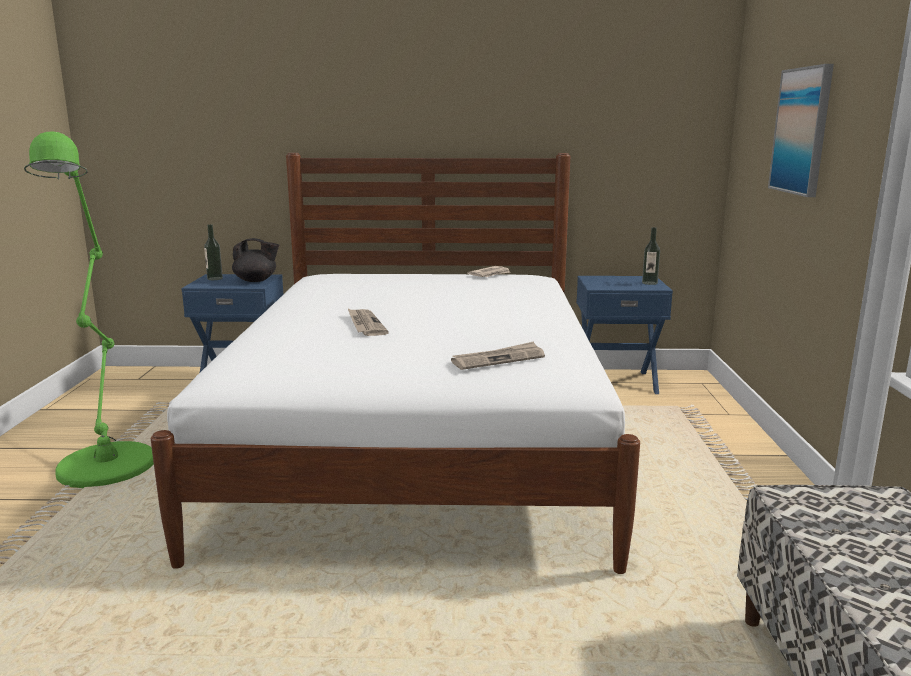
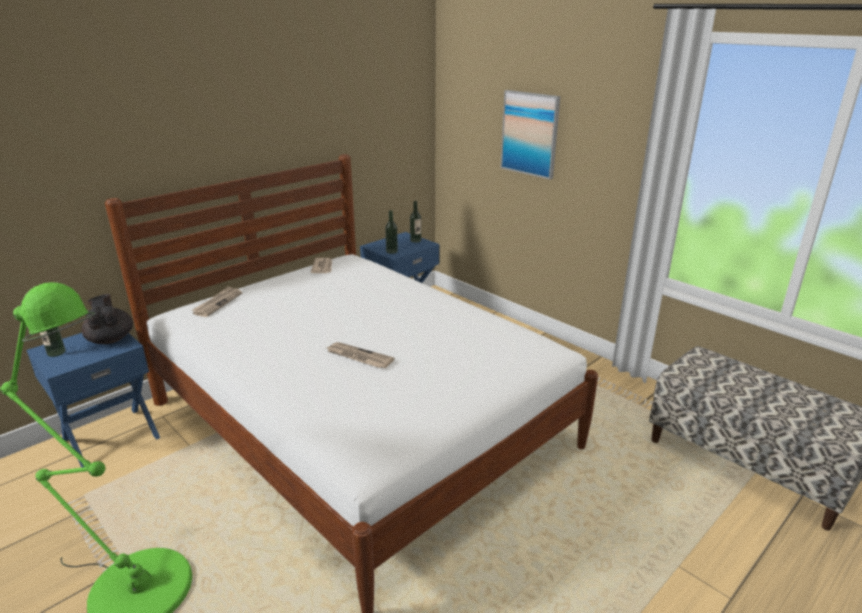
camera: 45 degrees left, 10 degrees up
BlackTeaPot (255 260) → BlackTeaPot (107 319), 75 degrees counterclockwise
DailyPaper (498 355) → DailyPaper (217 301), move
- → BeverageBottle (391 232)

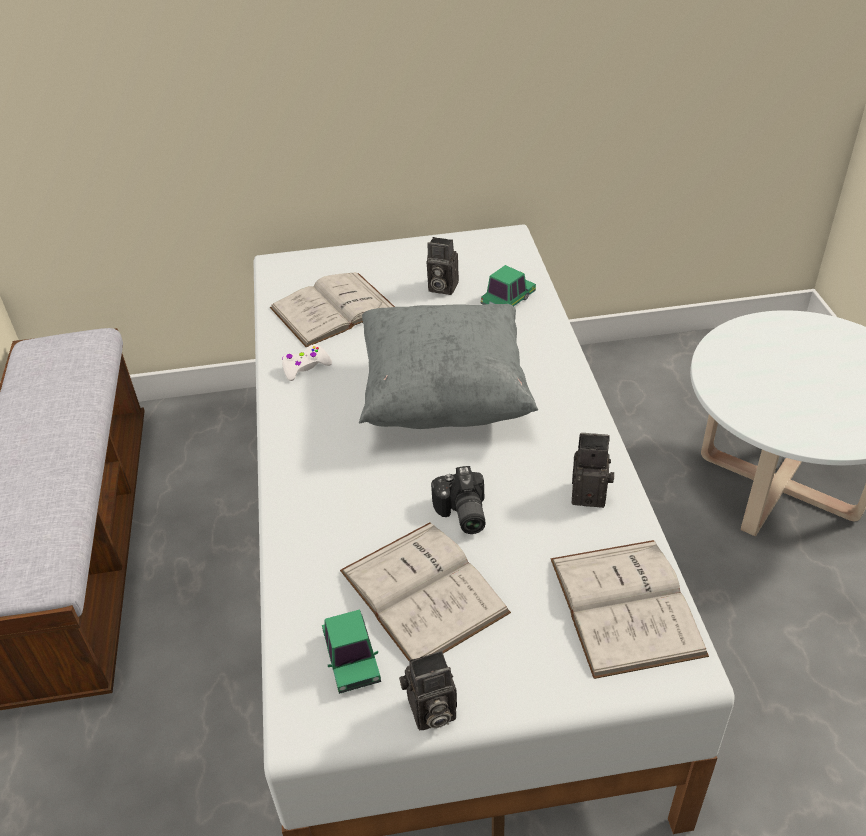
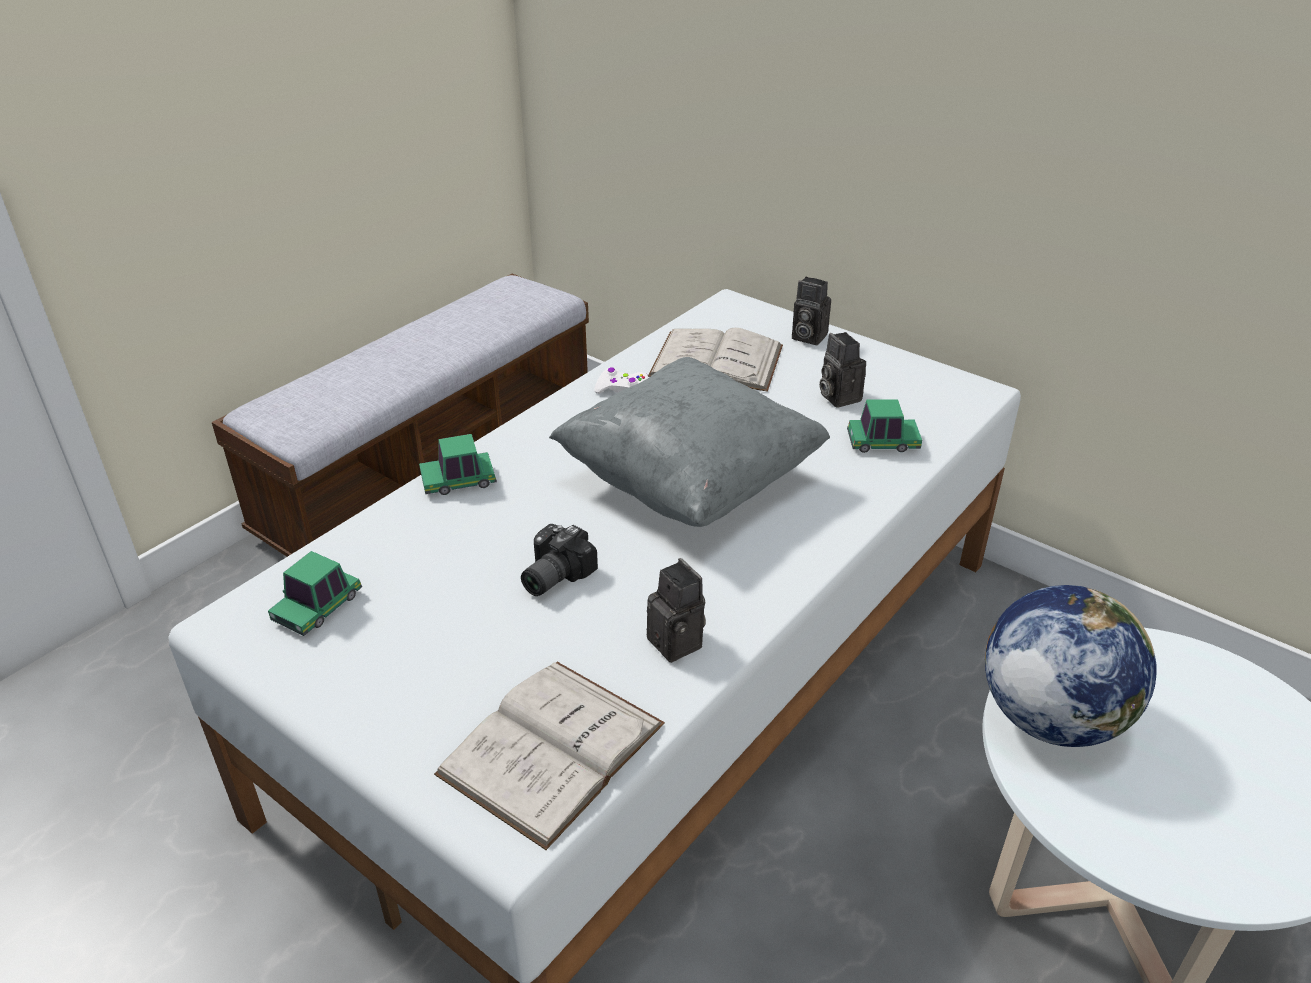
camera: 45 degrees right, 5 degrees down
WhitishBoundBook (425 591) → -
PhotoCamera (428 691) → PhotoCamera (811 311), move
- → ModelCar (458 464)
- → DeskGlobe (1070 666)

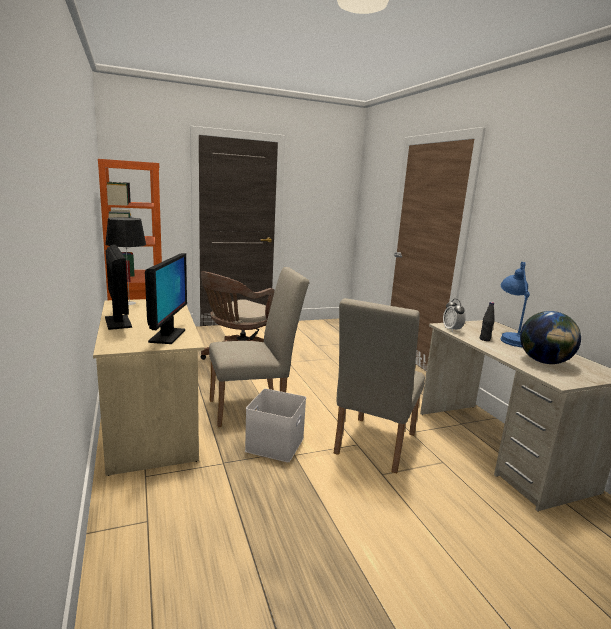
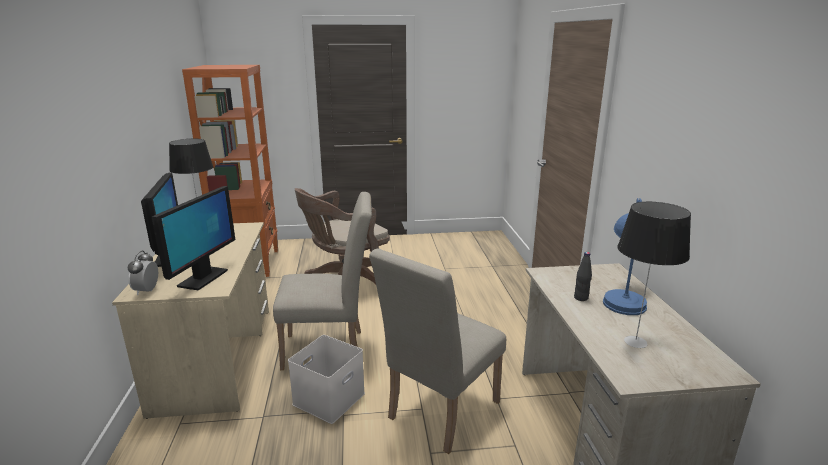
camera: 15 degrees right, 5 degrees up
BedsideClock (454 315) → BedsideClock (143 273), move
DeskGlobe (550 337) → TabletopLamp (654 275)

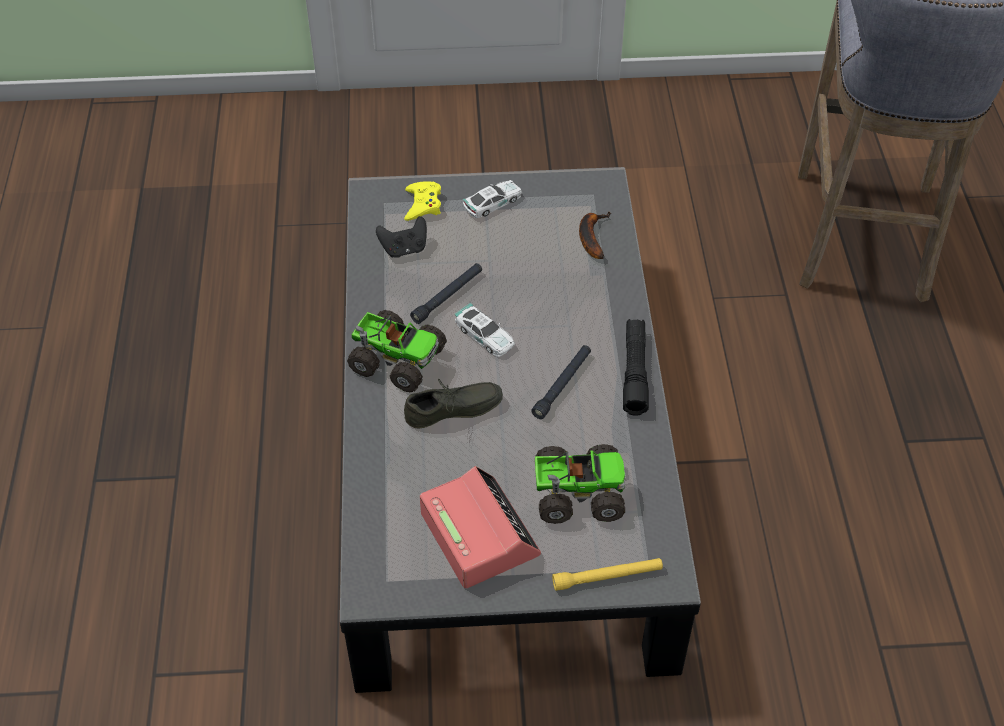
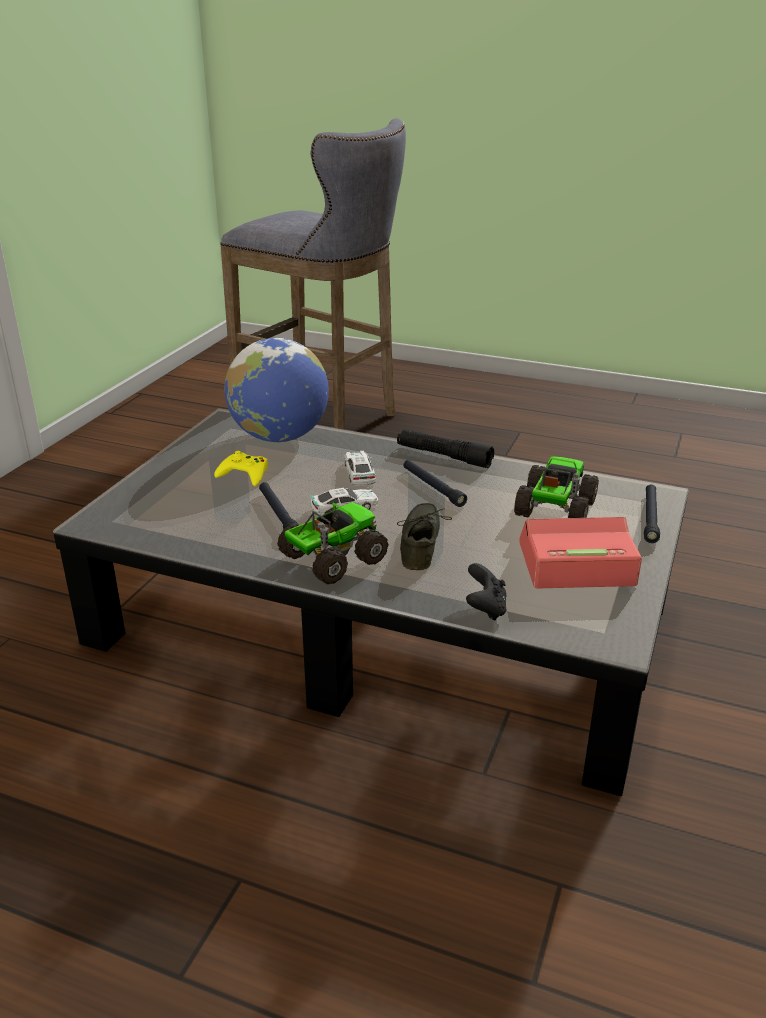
camera: 65 degrees left, 20 degrees down
BlackJoypad (401 237) → BlackJoypad (486 592), move
YellowJoypad (422 201) → YellowJoypad (241 468), move
ModelCar (492 199) → ModelCar (360 468), move
YellowFlashlight (607 574) → BlackFlashlight (652 513)
Banana (595 235) → DeskGlobe (276 390)

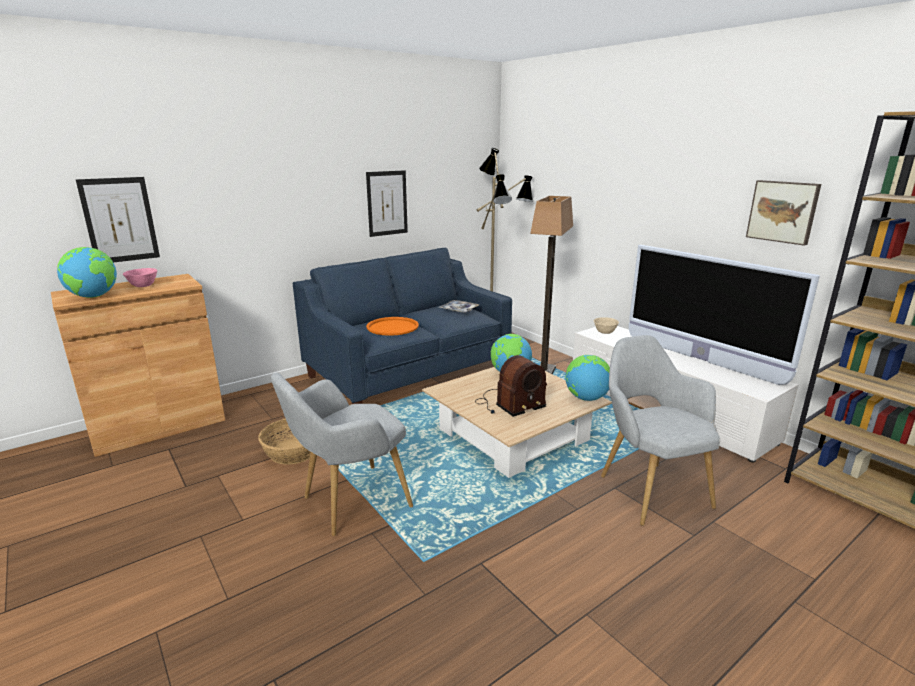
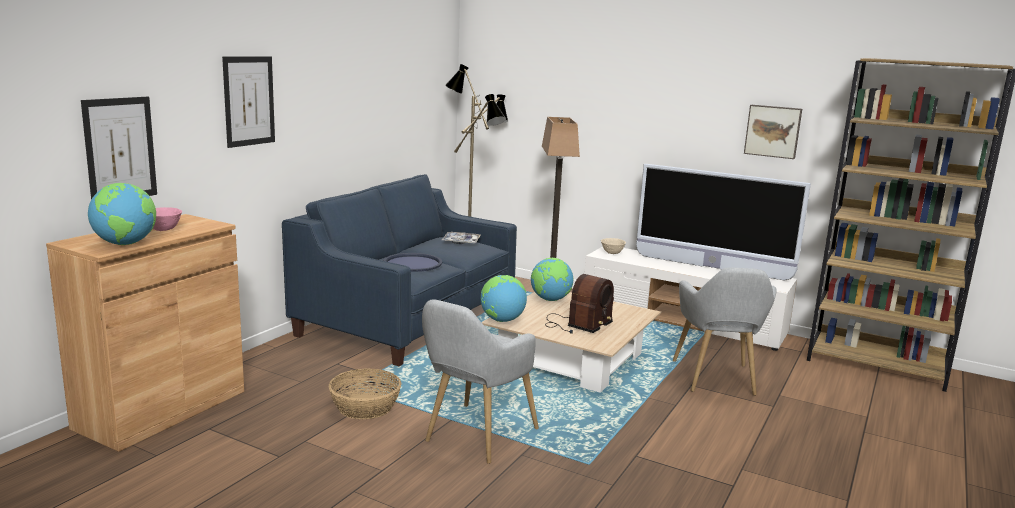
camera: 25 degrees left, 5 degrees down
Picture (387 203) → Picture (248 102), move
OrangeColouredTray (392 326) → BluishTray (412 262)
DeskGlobe (588 378) → DeskGlobe (504 298), move
GreyLoungeChair (660 430) → GreyLoungeChair (725 331), 135 degrees counterclockwise

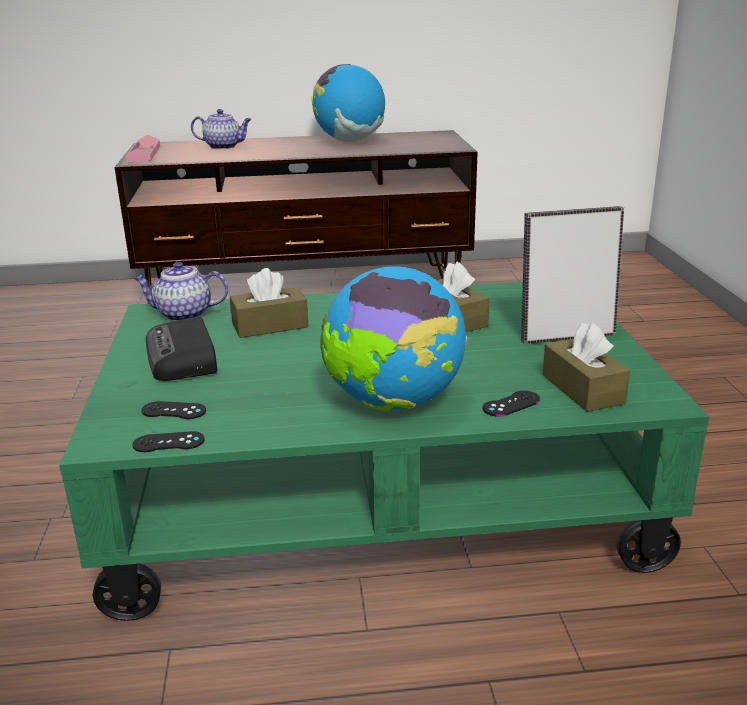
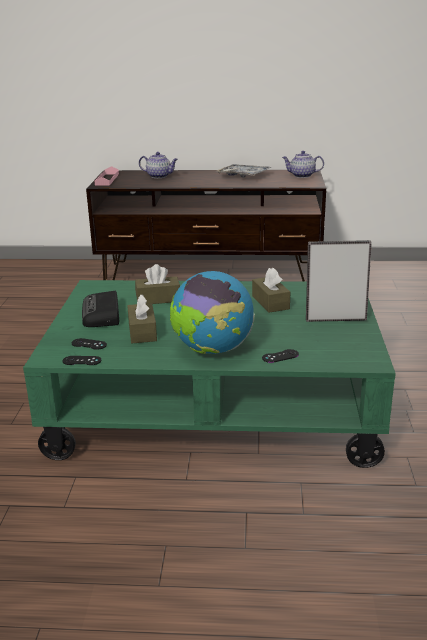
camera: 10 degrees right, 0 degrees up
TeaPot (180 291) → TeaPot (303 164), move
DeskGlobe (348 103) → Tray (244 171)
BrownColouredBoxOfTissues (586 367) → BrownColouredBoxOfTissues (142 318), move

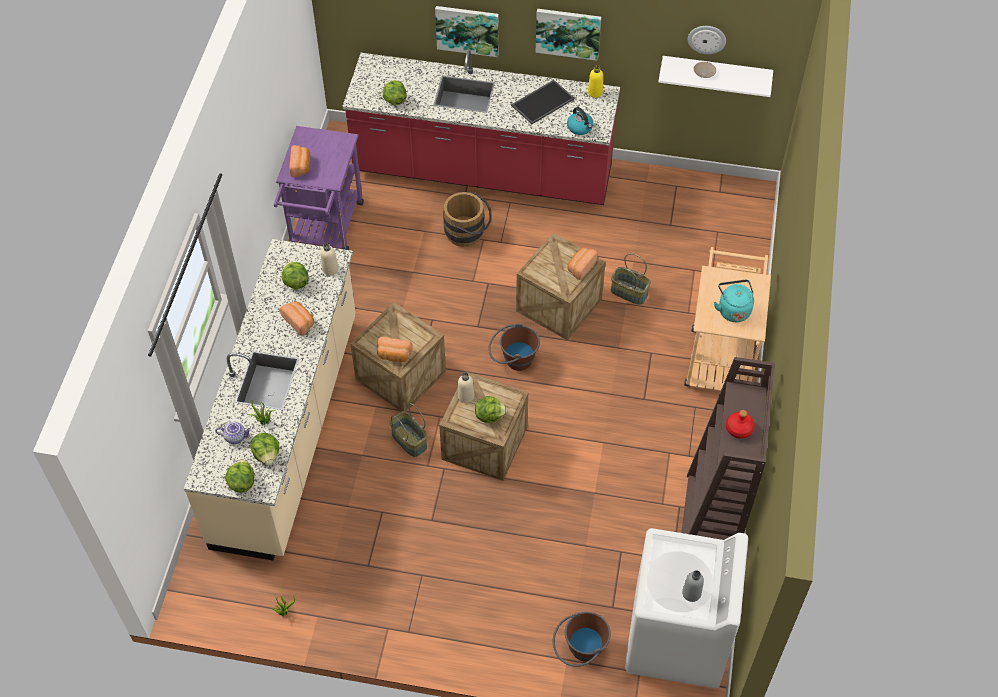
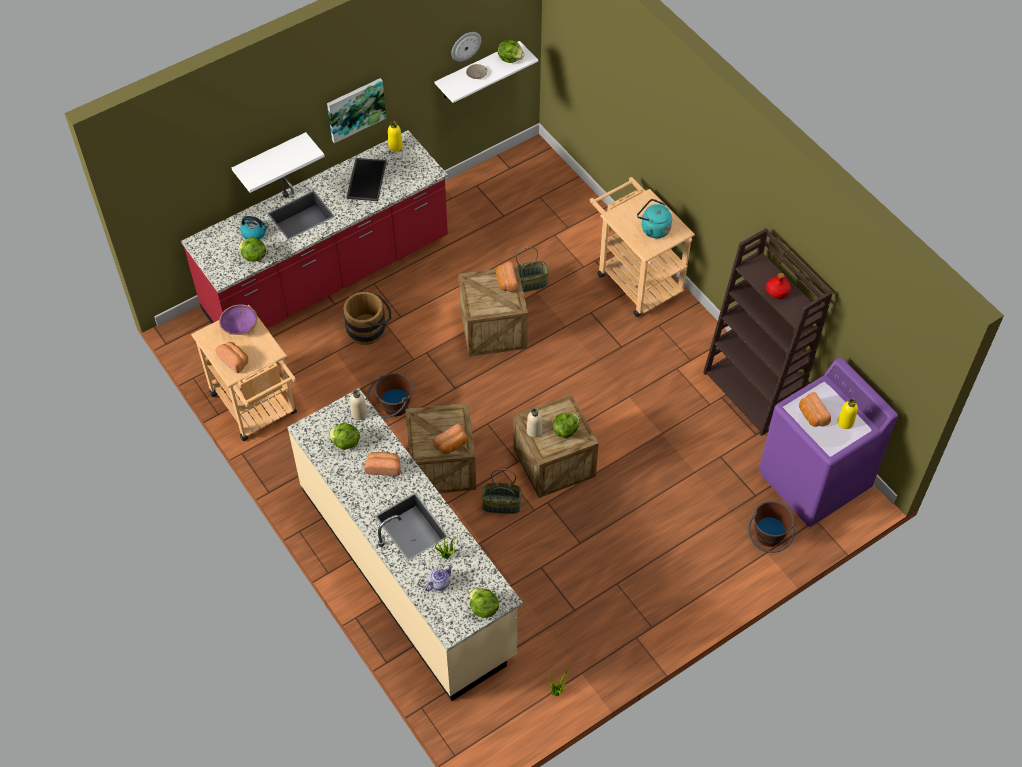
camera: 45 degrees left, 0 degrees up
LettuceHead (265 449) → LettuceHead (511 51), move
PurpleColouredWheeledCart (319 188) → SandColouredWheeledCart (244 373)
Picture (467 31) → WhitishWallShelf (278 162)
BrownColouredPail (514 347) → BrownColouredPail (390 395), move
Kettle (580 121) → Kettle (254 228), move
WhitishLaundryMachine (686 608) → PurpleColouredLaundryMachine (828 442)
GreyBeverageBottle (693 586) → YellowBeverageBottle (848 414)
- → PurpleColouredServingBowl (238 319)
- → BakedBread (815 409)

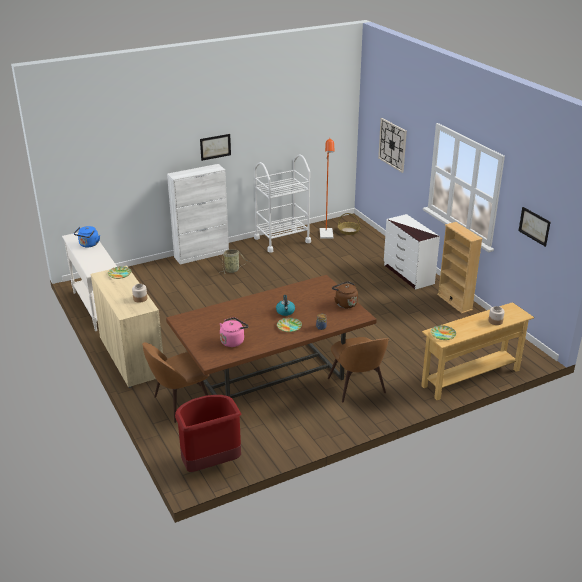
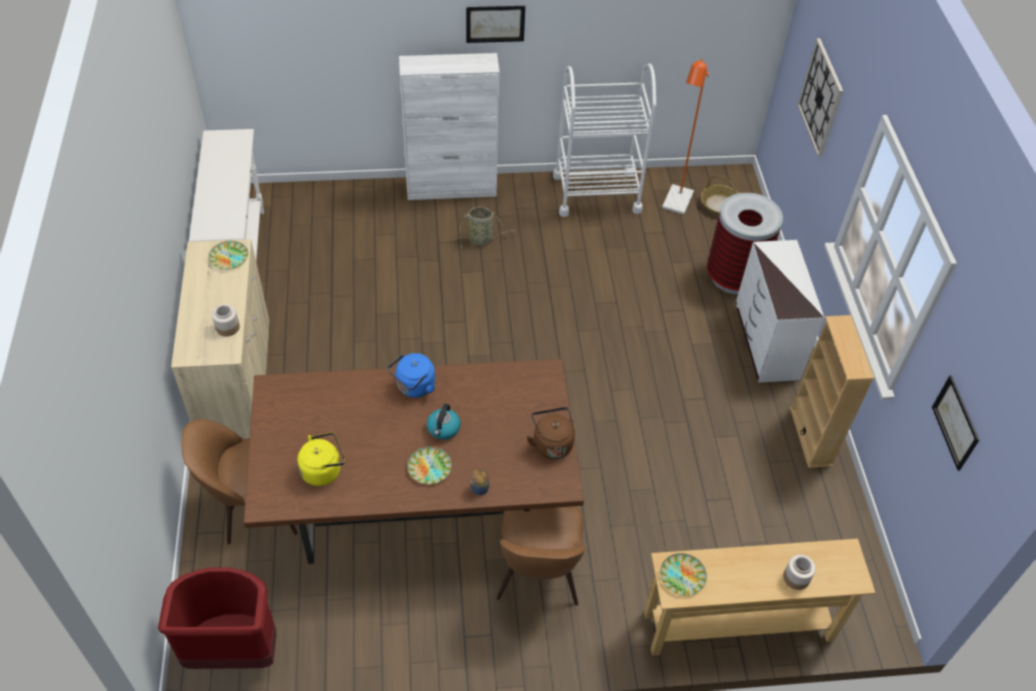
camera: 20 degrees right, 20 degrees up
BluishKettle (87 236) → BluishKettle (411 375), move
PinkColouredKettle (234 332) → YellowKettle (321 459)
- → WasteBin (745 243)

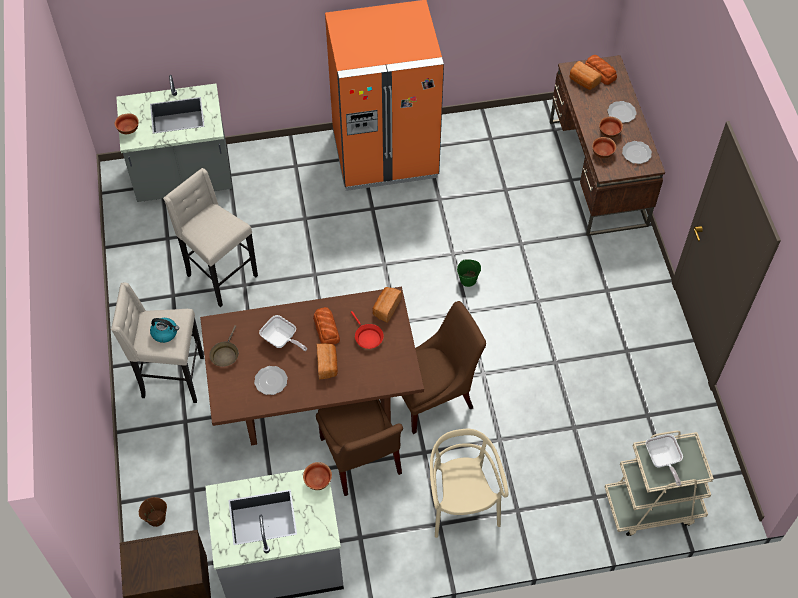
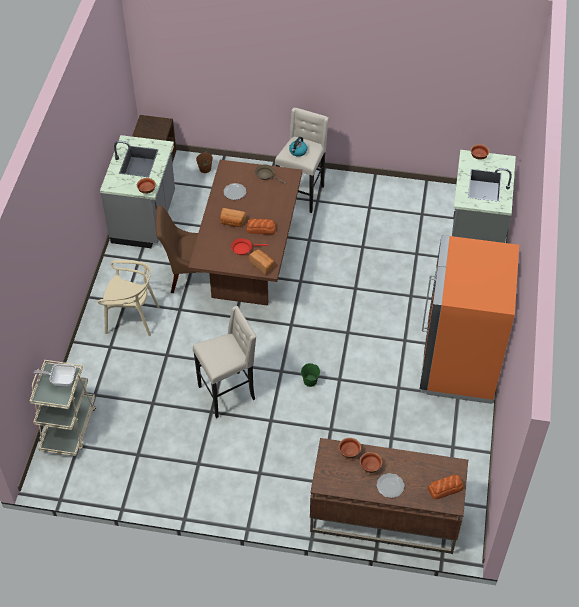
camera: 110 degrees right, 5 degrees down
SandColouredSittingStool (210 237) → SandColouredSittingStool (224 362), move
Pan (283 333) → -
BrownColouredUprightChair (444 367) → -
BakedBread (585 75) → -
DinnerPlate (637 152) → -

